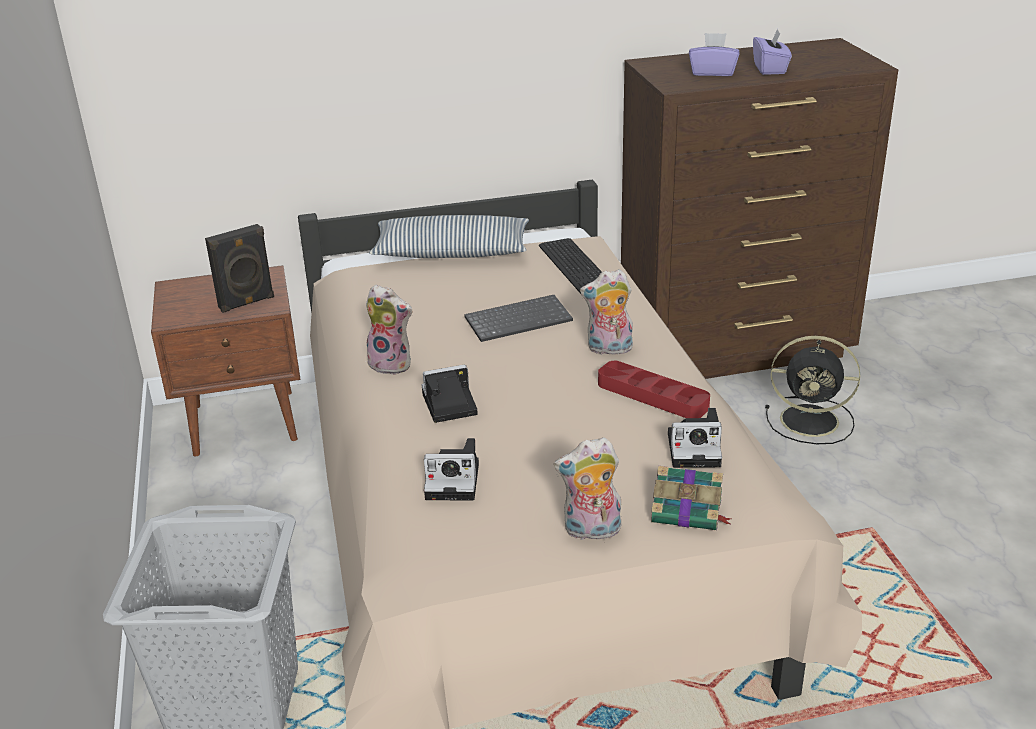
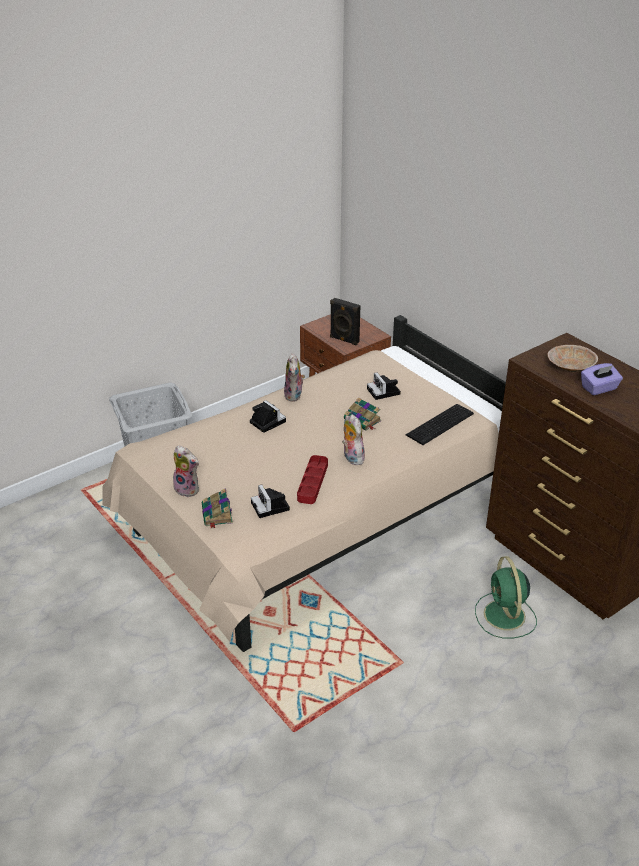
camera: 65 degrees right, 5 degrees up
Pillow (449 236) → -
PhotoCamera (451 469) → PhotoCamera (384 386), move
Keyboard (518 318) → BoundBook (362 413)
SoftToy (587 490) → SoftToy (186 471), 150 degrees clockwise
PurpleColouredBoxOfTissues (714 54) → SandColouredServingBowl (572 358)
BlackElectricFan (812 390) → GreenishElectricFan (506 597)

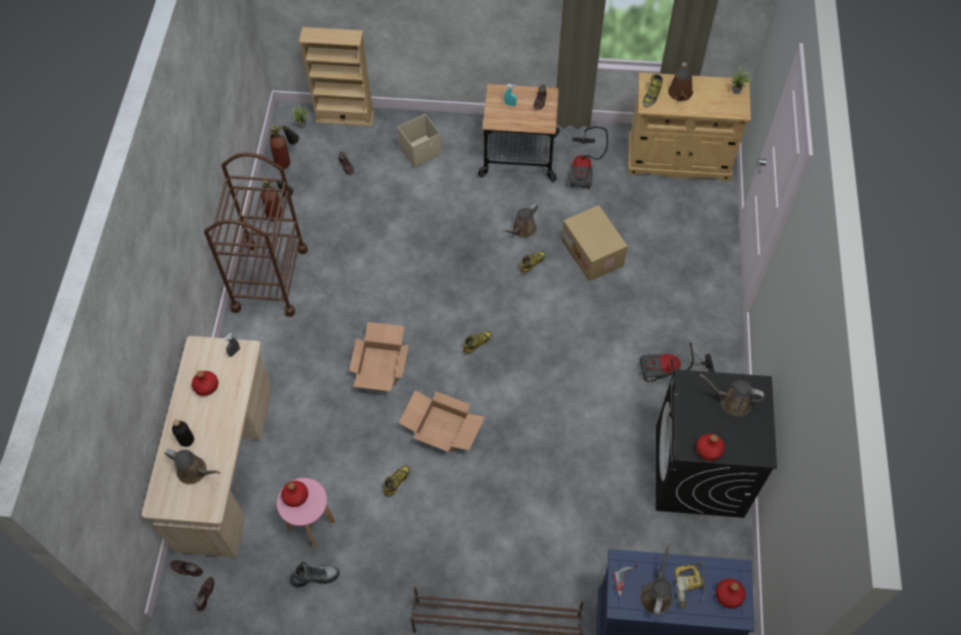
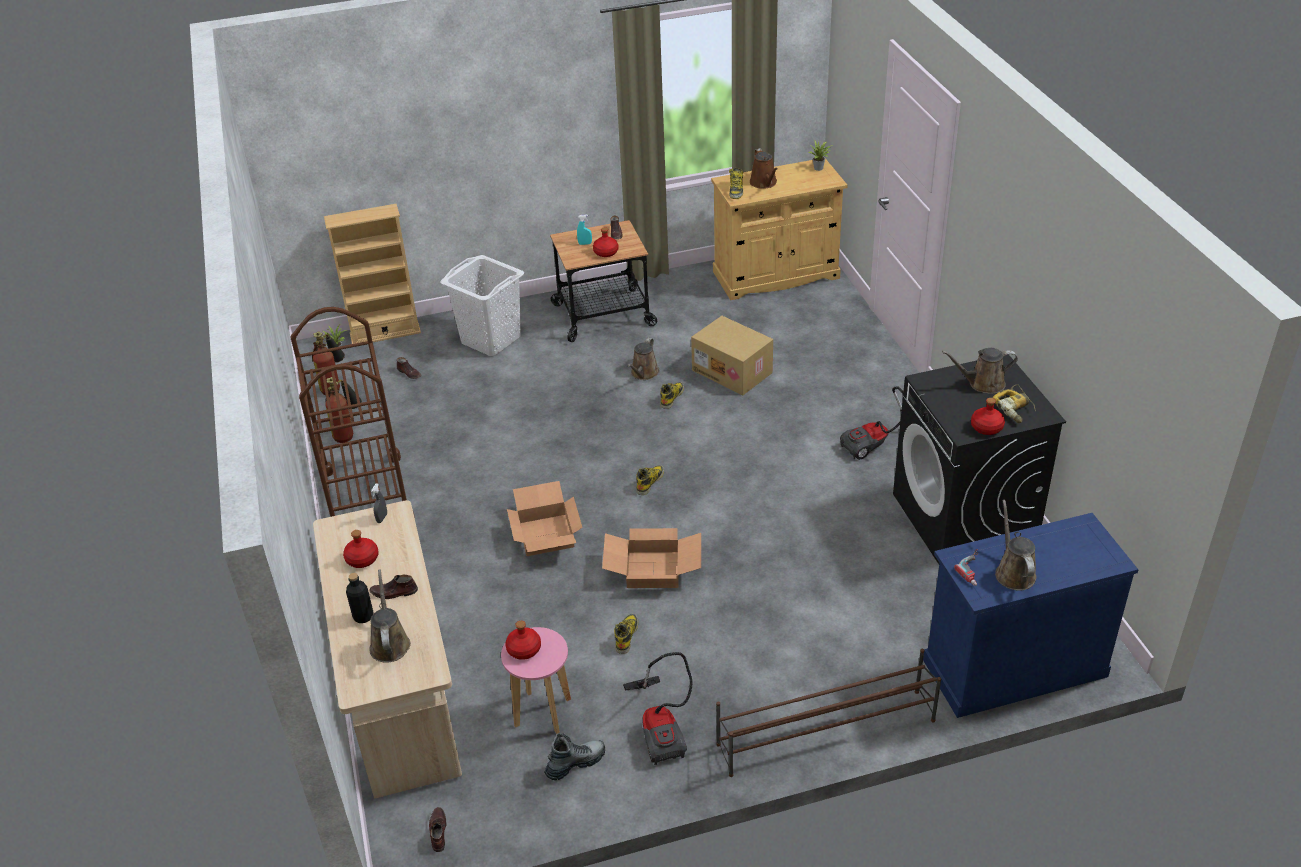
camera: 20 degrees left, 20 degrees down
BrownColouredWateringCan (192 466) → BrownColouredWateringCan (390 616), 105 degrees counterclockwise
BrownColouredShoe (186 568) → BrownColouredShoe (393 587), move
SandColouredStorageContainer (420 141) → WhitishHamper (482 305)
VacuumCleaner (588 157) → VacuumCleaner (657 708), move
Drill (690 585) → Drill (1014 403), move
ReddishBeverageBottle (730 594) → ReddishBeverageBottle (605 242), move

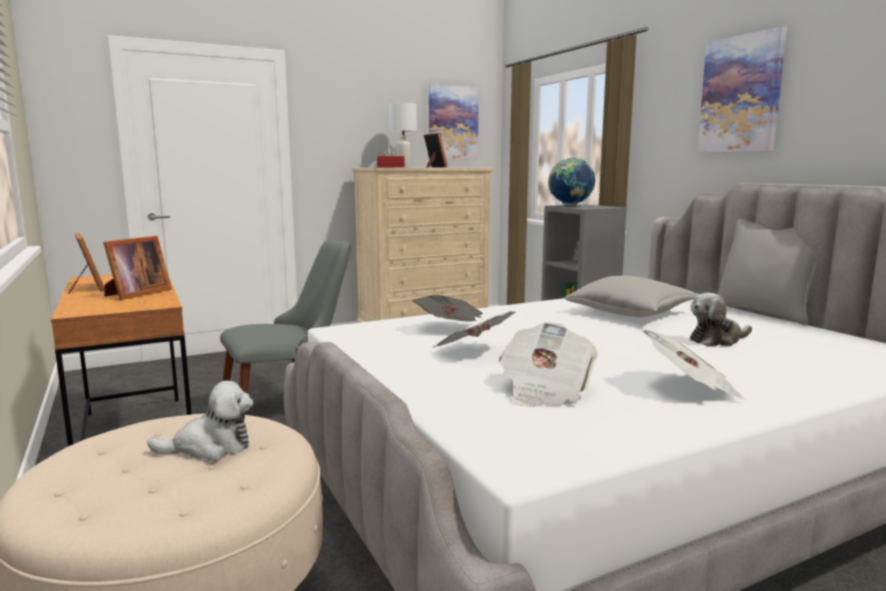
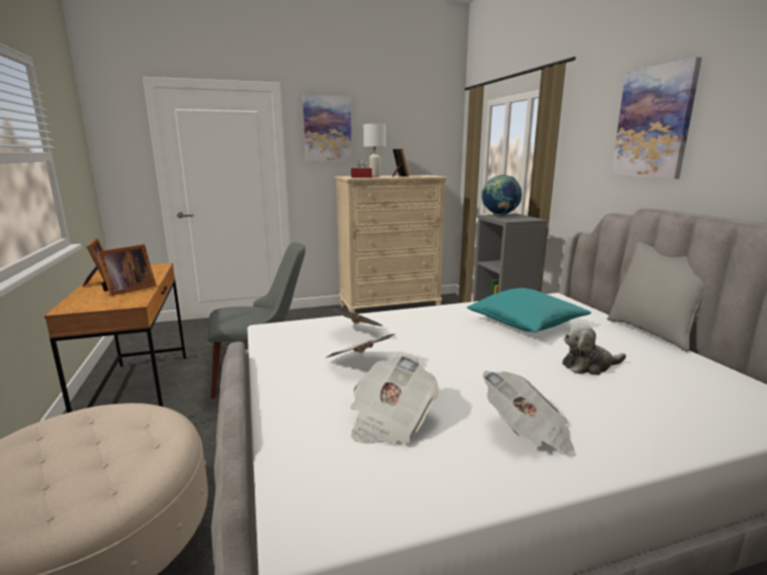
camera: 10 degrees right, 5 degrees up
SoftToy (200 421) → -
Picture (454 122) → Picture (327 128), move
GreyPillow (631 296) → BlueGreenPillow (529 310)

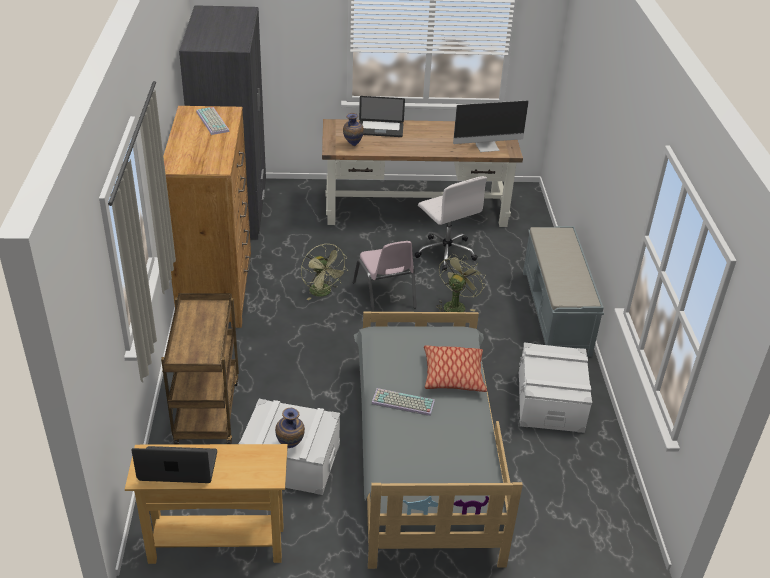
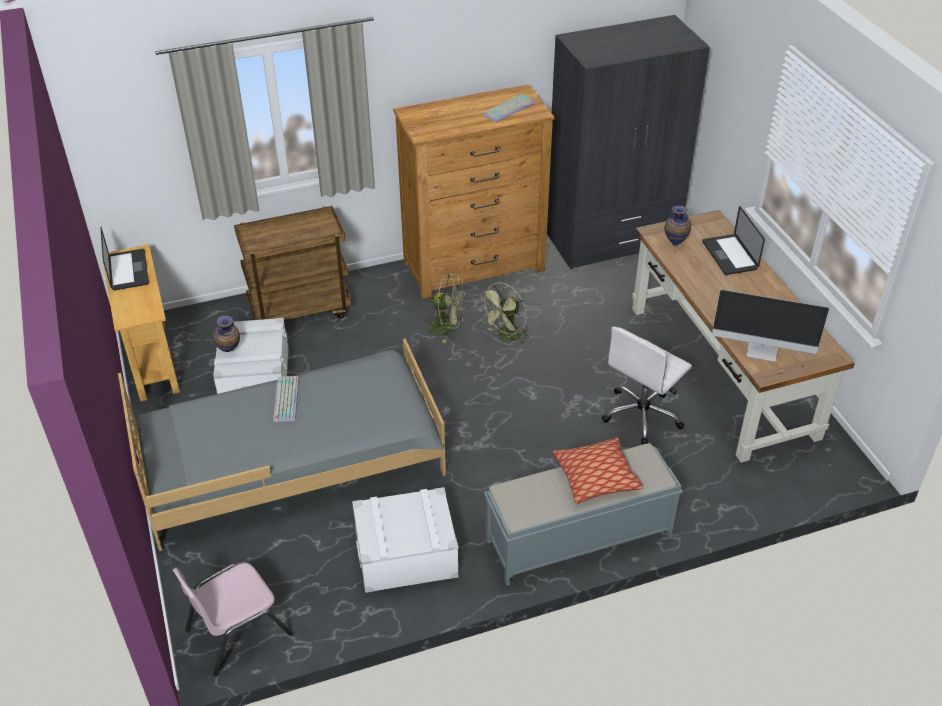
camera: 75 degrees right, 5 degrees up
PinkColouredUprightChair (385 276) → PinkColouredUprightChair (232 620), move
Pillow (455 368) → Pillow (598 470), move
GreenishElectricFan (460 283) → GreenishElectricFan (445 308), move
ComputerDisplay (491 126) → ComputerDisplay (770 325), 45 degrees counterclockwise

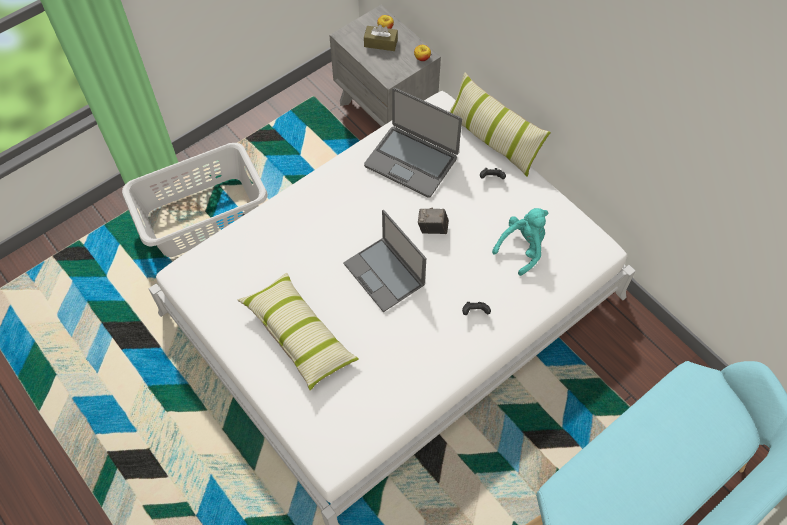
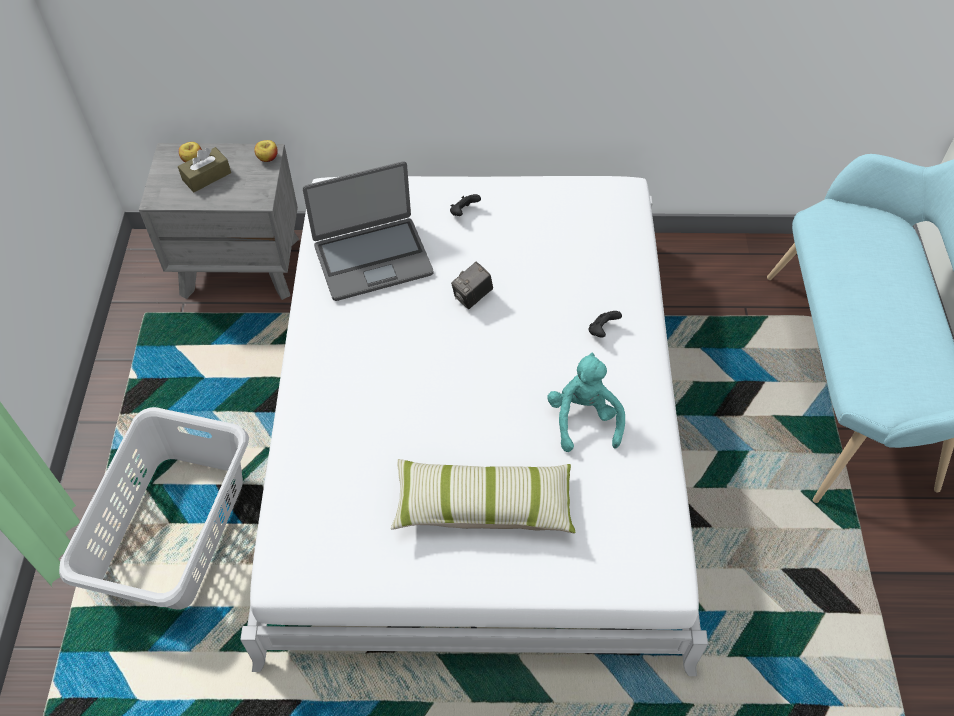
camera: 50 degrees left, 5 degrees down
PortableComputer (384 260) → -
Pillow (500 124) → -
BlueGreenSoftToy (520 242) → BlueGreenSoftToy (586 402), move

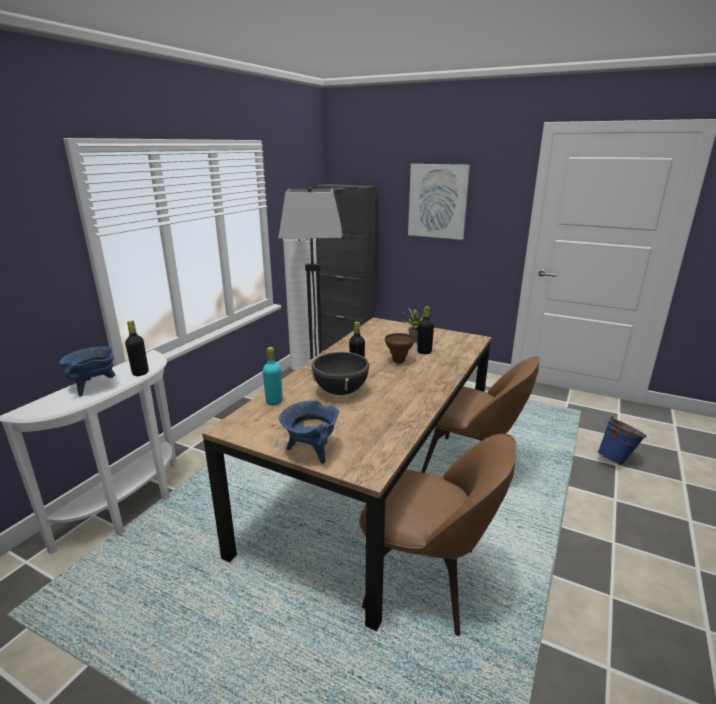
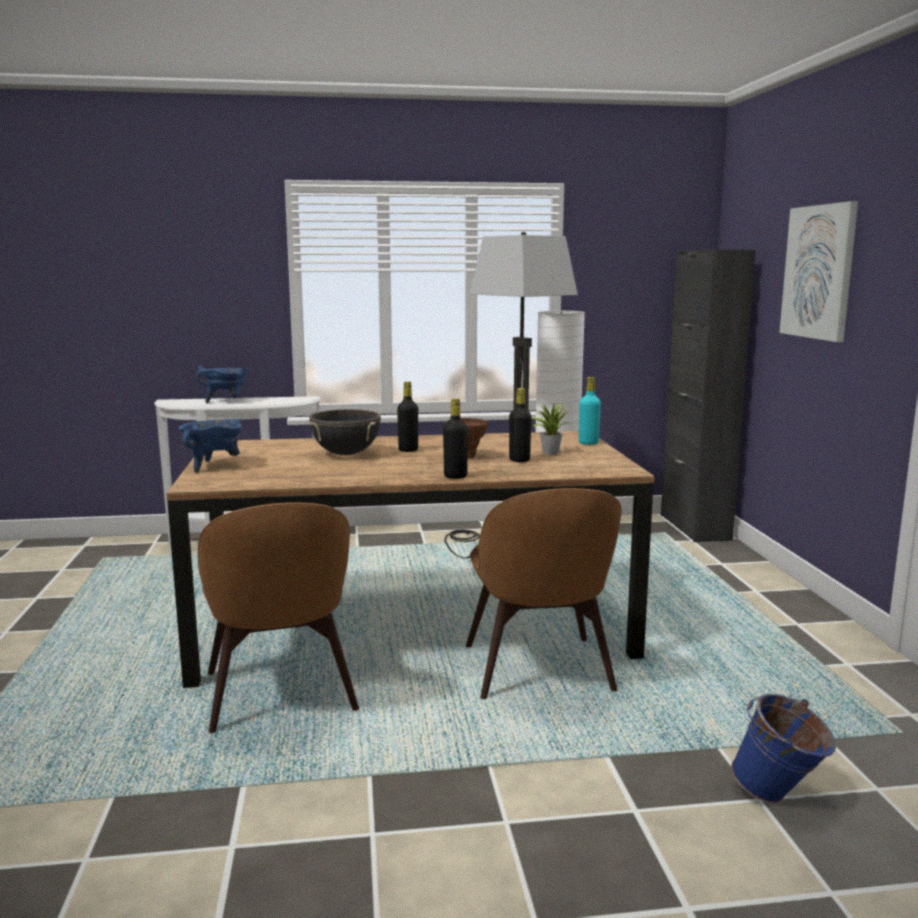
camera: 55 degrees right, 10 degrees down
BlackBeverageBottle (137 348) → BlackBeverageBottle (455 438), move
BlueGreenBeverageBottle (273 376) → BlueGreenBeverageBottle (590 411), move

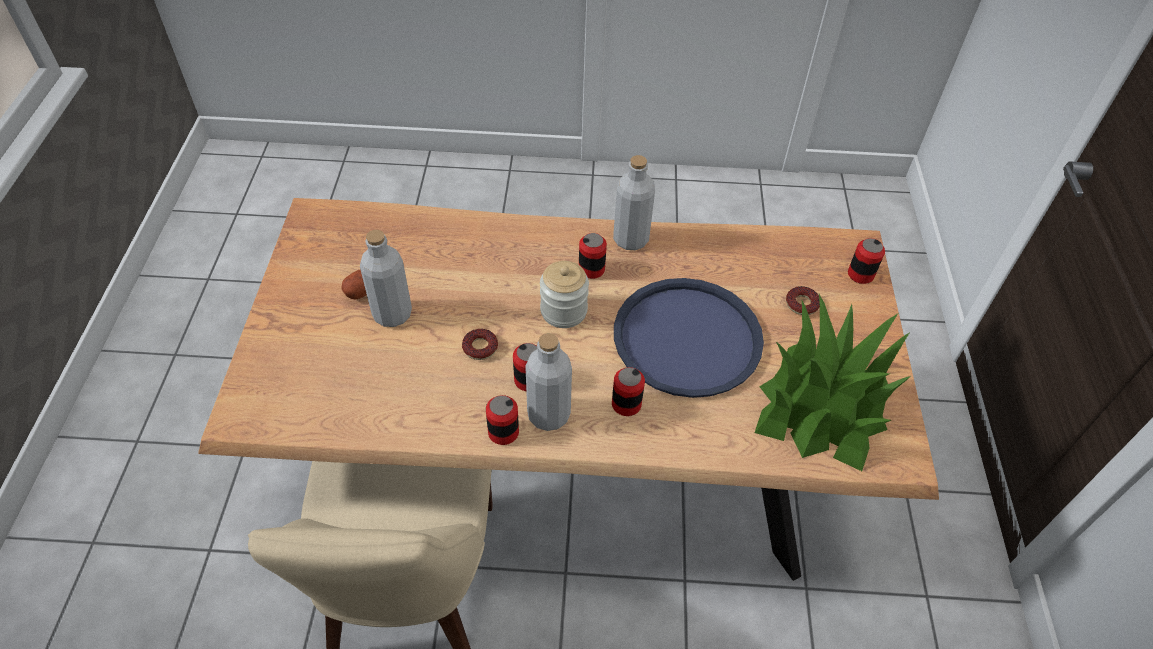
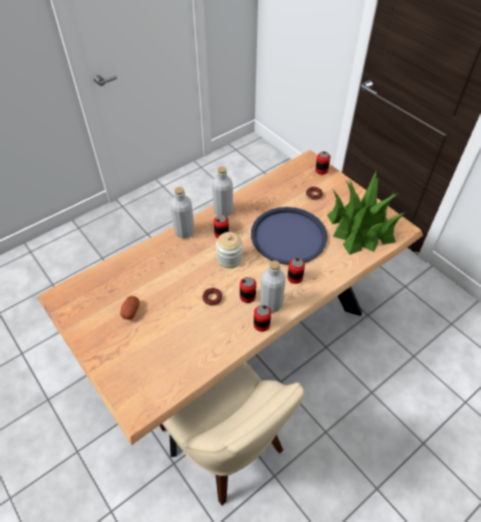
camera: 40 degrees left, 0 degrees up
GreyBeverageBottle (386 278) → GreyBeverageBottle (183 212), move

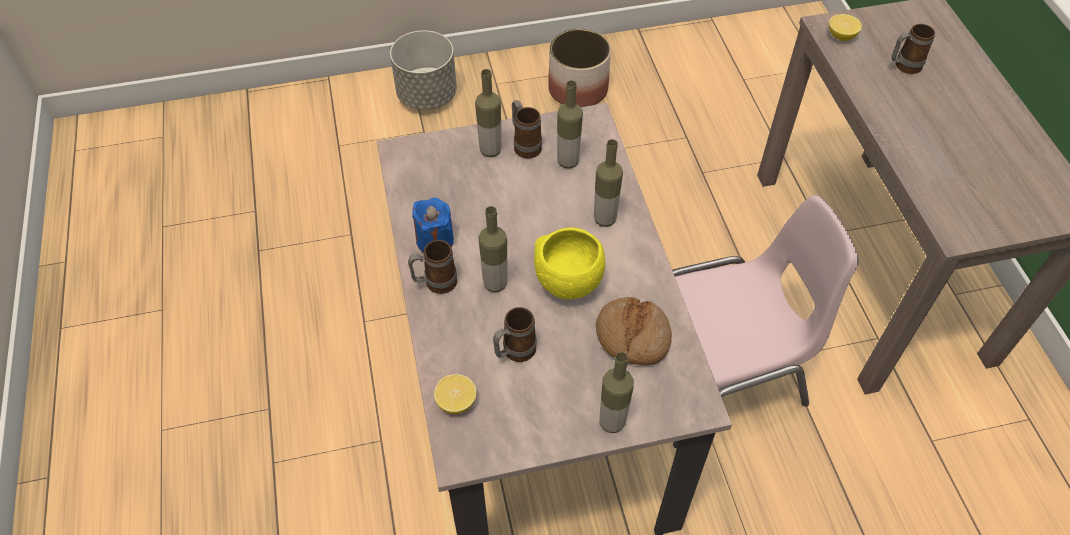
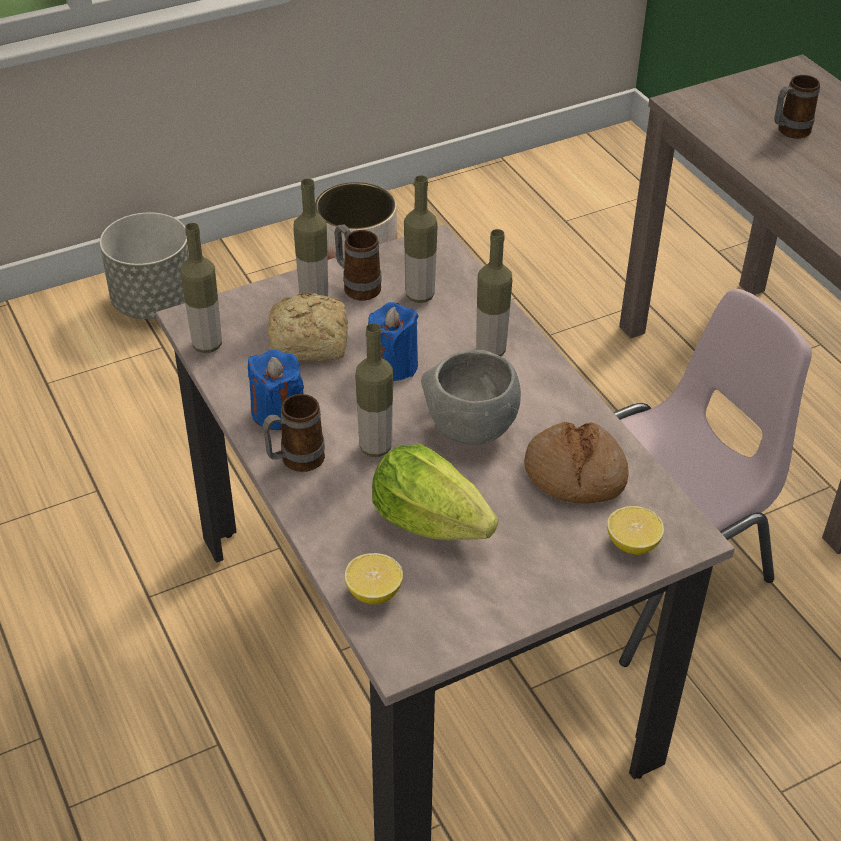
camera: 15 degrees left, 10 degrees down
Mug (515 334) → LettuceHead (435 492)
YellowServingBowl (569 263) → GreyServingBowl (471 397)
BeverageBottle (616 392) → BeverageBottle (201 288), move
CitrusFruit (845 27) → CitrusFruit (635 530), move
- → BakedBread (308 327)
- → BluishWaxCandle (393 341)

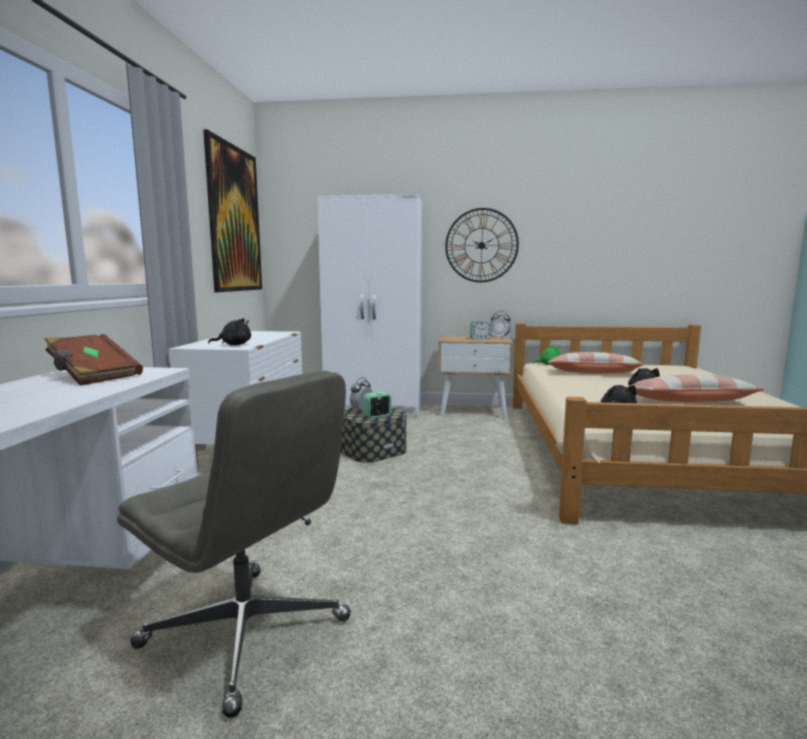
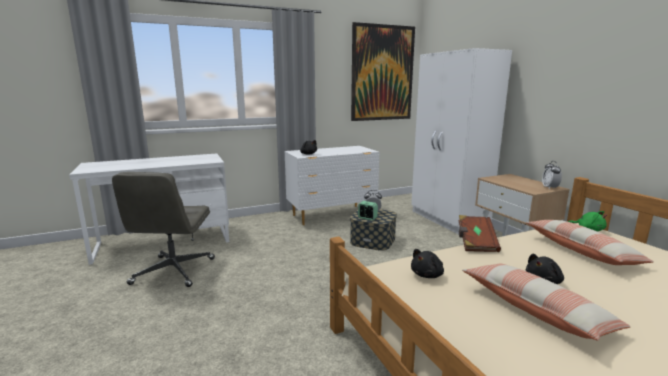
camera: 60 degrees right, 5 degrees up
BrownColouredBoundBook (93 360) → BrownColouredBoundBook (480 233), move
ClockOnTheWall (482 245) → -
BedsideClock (481 329) → -

